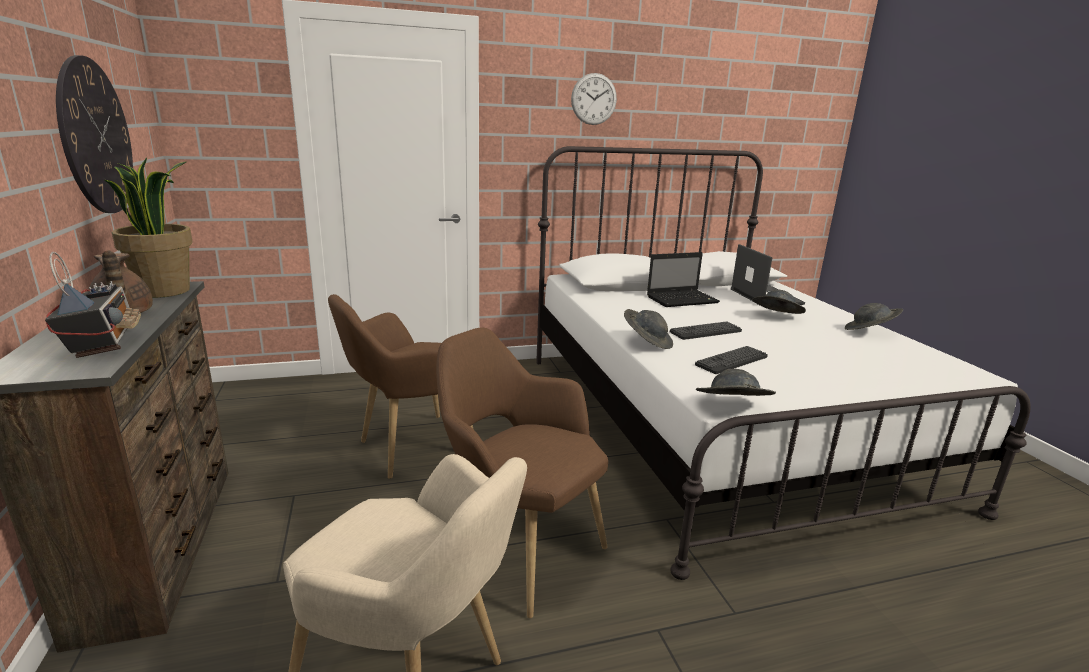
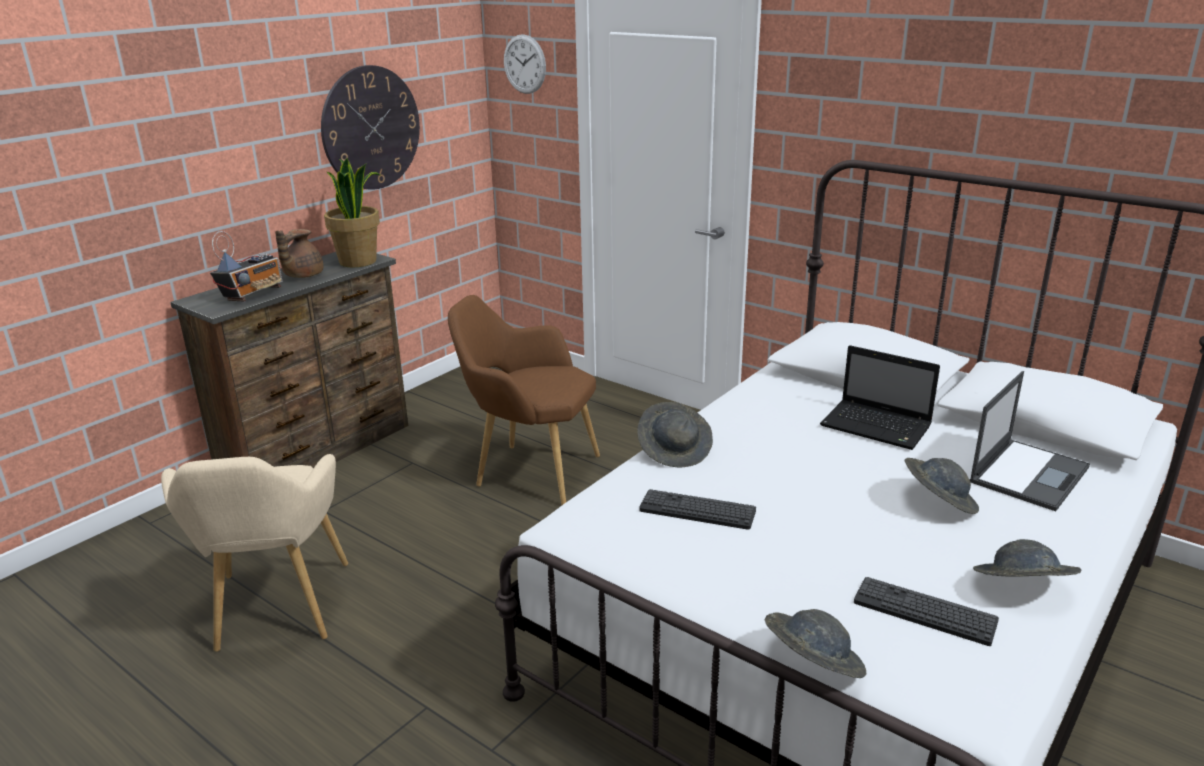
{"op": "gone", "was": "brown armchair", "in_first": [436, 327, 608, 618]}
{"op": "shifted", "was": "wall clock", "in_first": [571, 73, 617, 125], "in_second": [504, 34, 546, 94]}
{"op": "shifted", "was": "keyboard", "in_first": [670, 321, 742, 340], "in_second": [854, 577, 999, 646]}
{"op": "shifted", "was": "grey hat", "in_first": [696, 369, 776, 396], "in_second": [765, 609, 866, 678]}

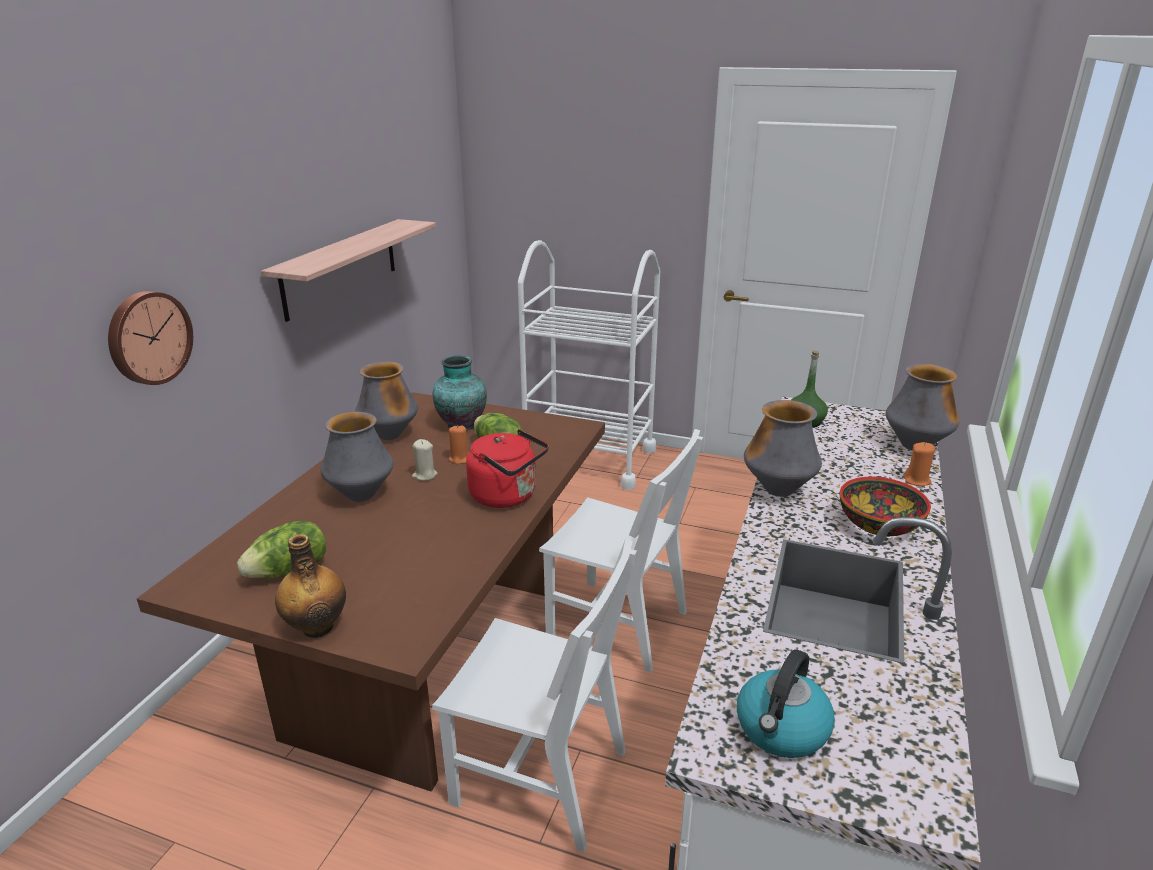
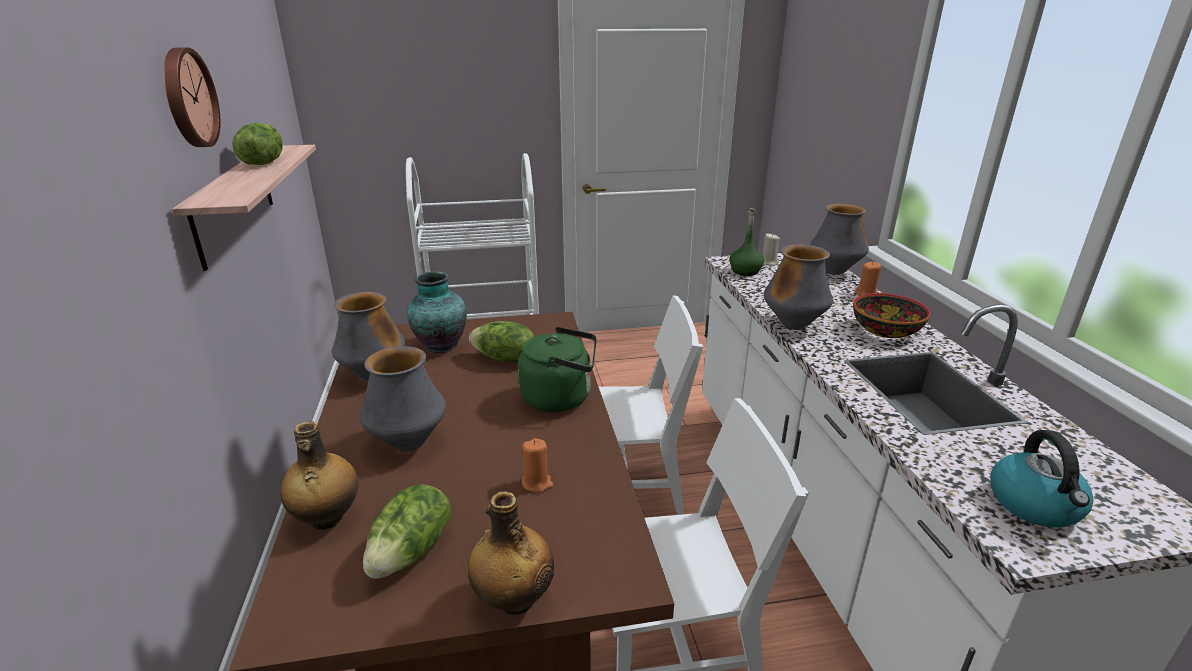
{"op": "new", "now": "lettuce", "in_second": [232, 123, 283, 165]}
{"op": "new", "now": "bottle", "in_second": [280, 421, 358, 530]}
{"op": "shifted", "was": "wall clock", "in_first": [108, 291, 193, 385], "in_second": [164, 47, 221, 147]}
{"op": "shifted", "was": "beige candle", "in_first": [412, 439, 438, 481], "in_second": [762, 233, 780, 266]}
{"op": "shifted", "was": "orange candle", "in_first": [449, 425, 469, 464], "in_second": [522, 438, 553, 493]}
{"op": "repainted", "was": "red kettle", "now": "green kettle", "in_first": [466, 429, 549, 508], "in_second": [518, 327, 597, 412]}

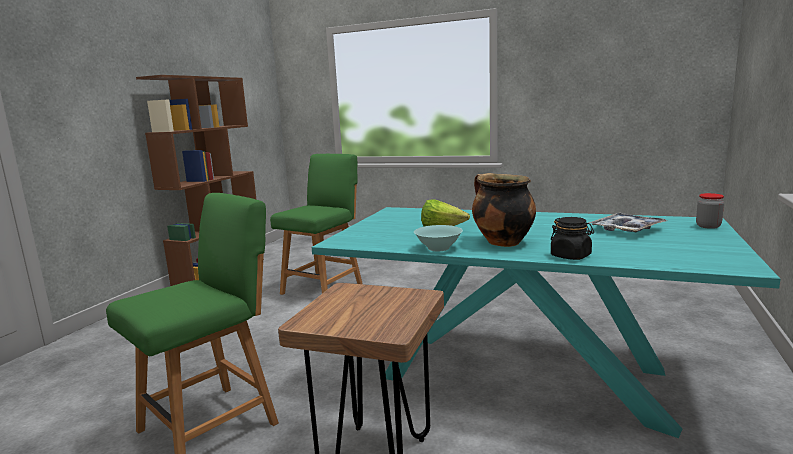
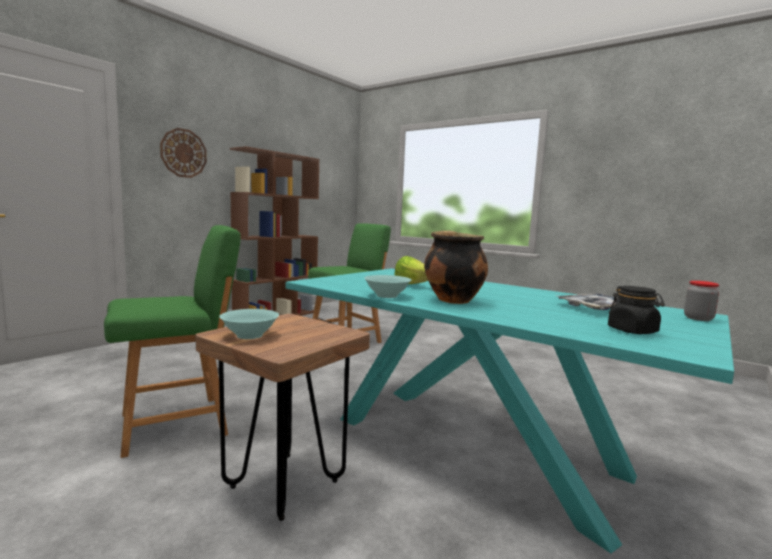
{"op": "new", "now": "wall clock", "in_second": [160, 128, 207, 178]}
{"op": "new", "now": "turquoise bowl", "in_second": [219, 309, 279, 339]}
{"op": "shifted", "was": "black jar", "in_first": [551, 217, 594, 260], "in_second": [608, 286, 665, 334]}

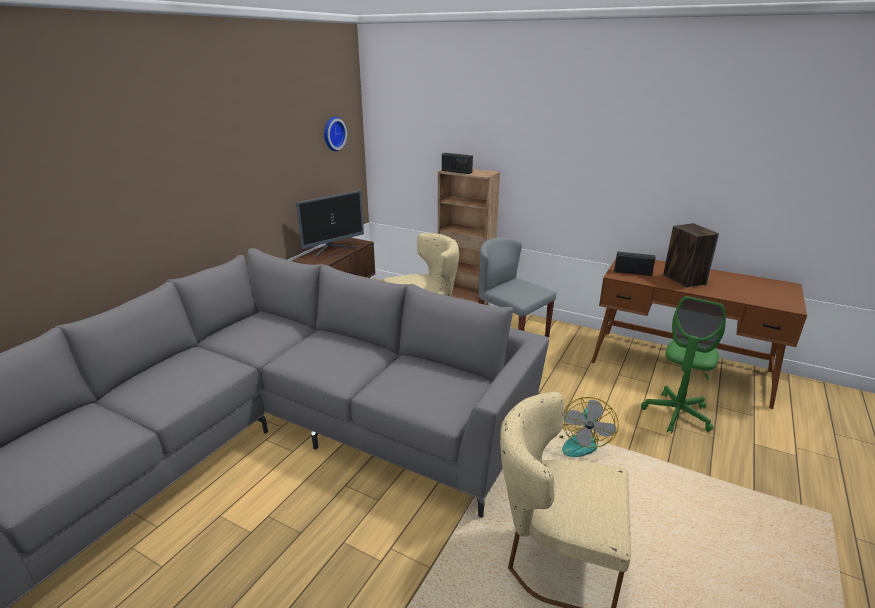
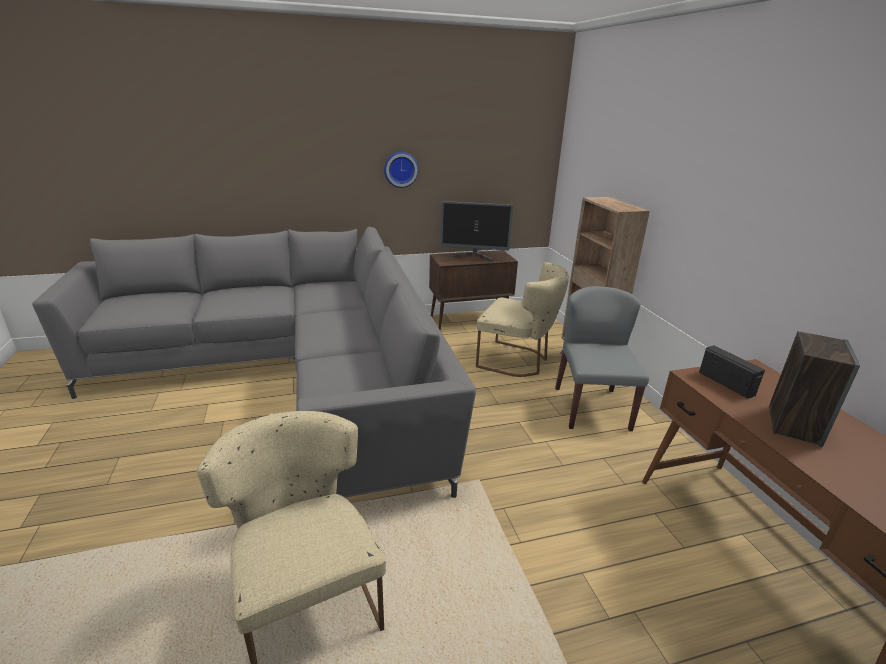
{"op": "gone", "was": "radio", "in_first": [442, 153, 473, 174]}
{"op": "gone", "was": "fan", "in_first": [559, 397, 619, 457]}
{"op": "gone", "was": "green office chair", "in_first": [641, 296, 726, 433]}
{"op": "shifted", "was": "wall clock", "in_first": [324, 117, 347, 151], "in_second": [384, 152, 418, 188]}

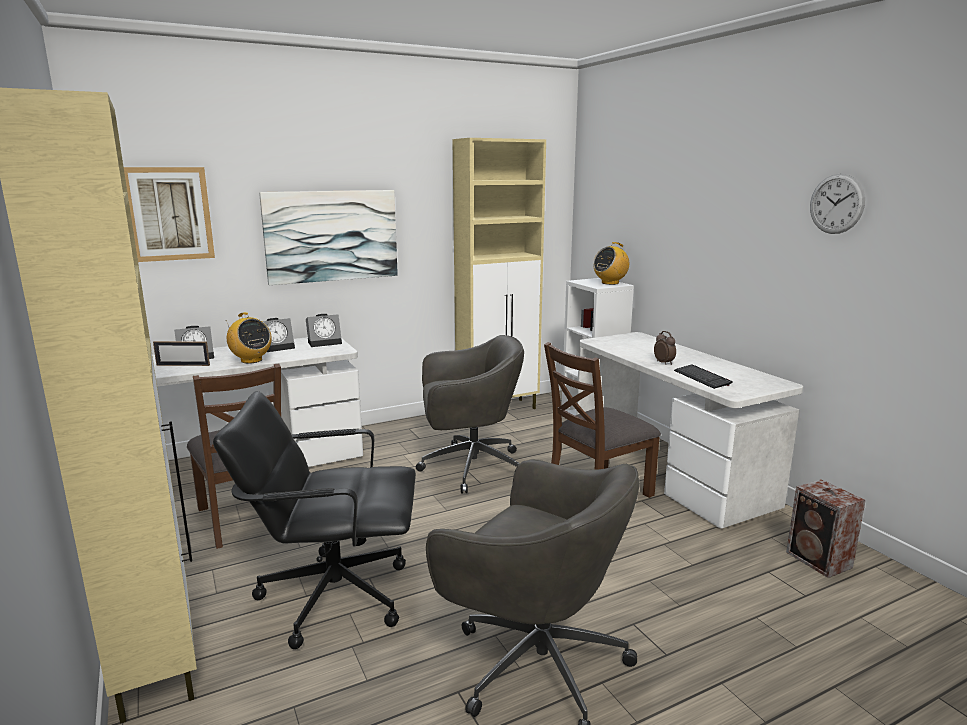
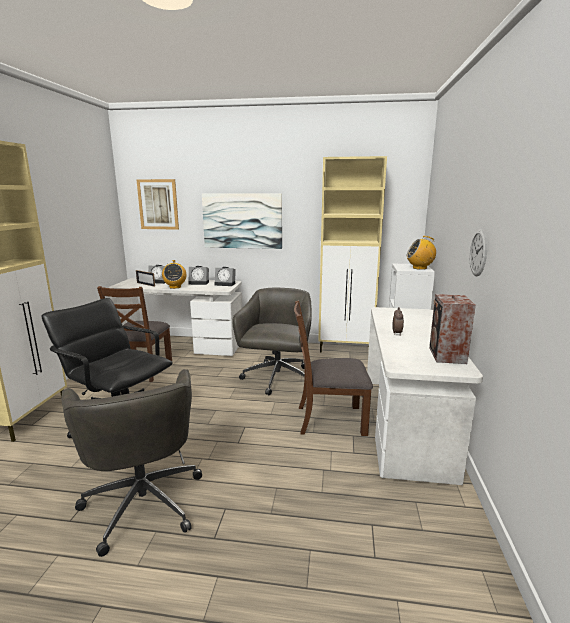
{"op": "gone", "was": "keyboard", "in_first": [674, 364, 733, 389]}
{"op": "shifted", "was": "speaker", "in_first": [786, 479, 866, 578], "in_second": [429, 294, 476, 364]}
{"op": "shifted", "was": "wall clock", "in_first": [810, 173, 865, 234], "in_second": [470, 229, 487, 277]}
{"op": "rotated", "was": "grey office chair", "in_first": [416, 335, 524, 494], "in_second": [232, 288, 312, 395], "clockwise": -105}

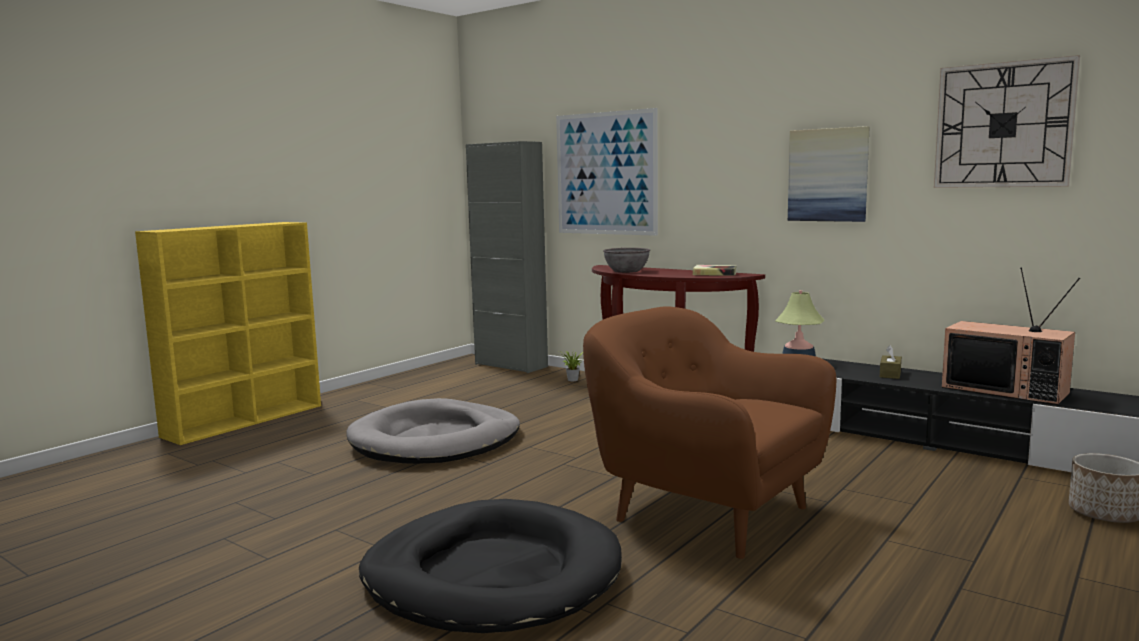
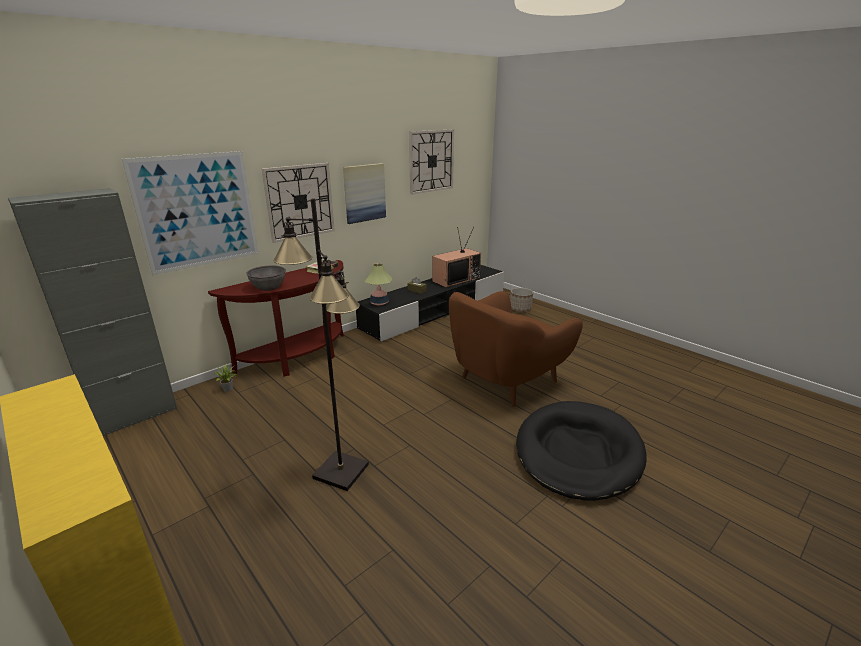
{"op": "new", "now": "wall clock", "in_second": [262, 163, 335, 243]}
{"op": "swapped", "was": "grey dog bed", "now": "black floor lamp", "in_first": [347, 398, 520, 464], "in_second": [273, 198, 369, 491]}

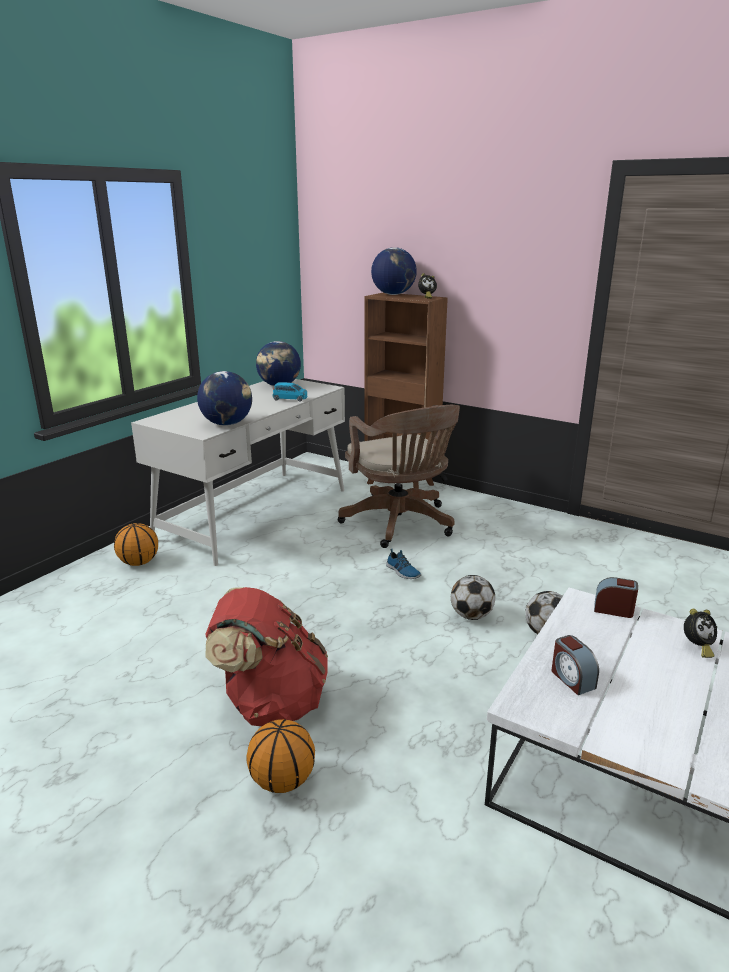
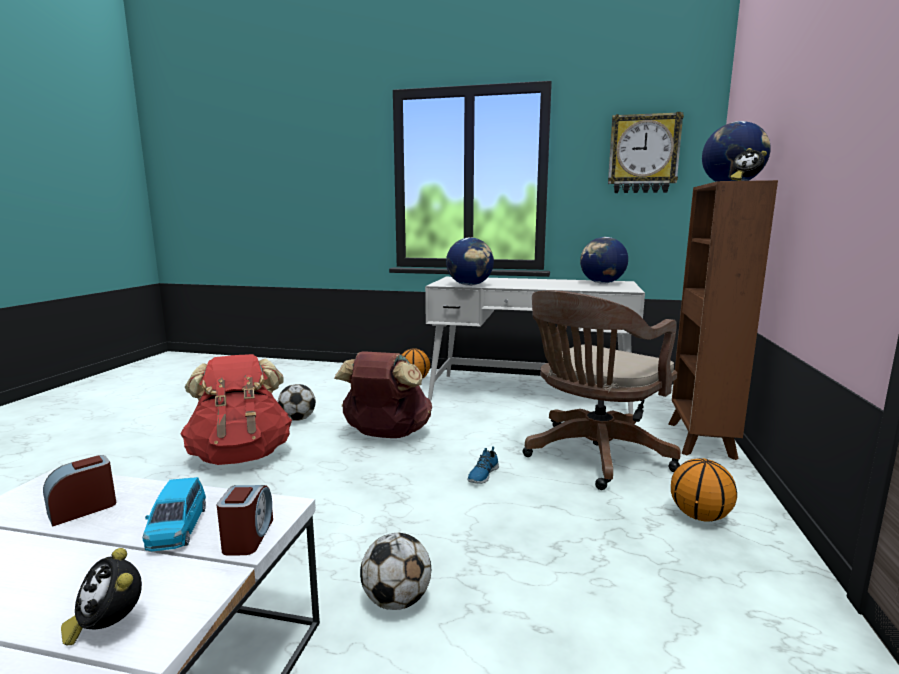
{"op": "new", "now": "brown backpack", "in_second": [334, 351, 432, 438]}
{"op": "new", "now": "wall clock", "in_second": [608, 112, 684, 193]}
{"op": "shifted", "was": "basketball", "in_first": [246, 719, 315, 793], "in_second": [671, 458, 737, 522]}
{"op": "shifted", "was": "blue toy car", "in_first": [272, 382, 308, 402], "in_second": [142, 477, 206, 551]}
{"op": "shifted", "was": "football", "in_first": [451, 575, 495, 620], "in_second": [277, 384, 316, 421]}

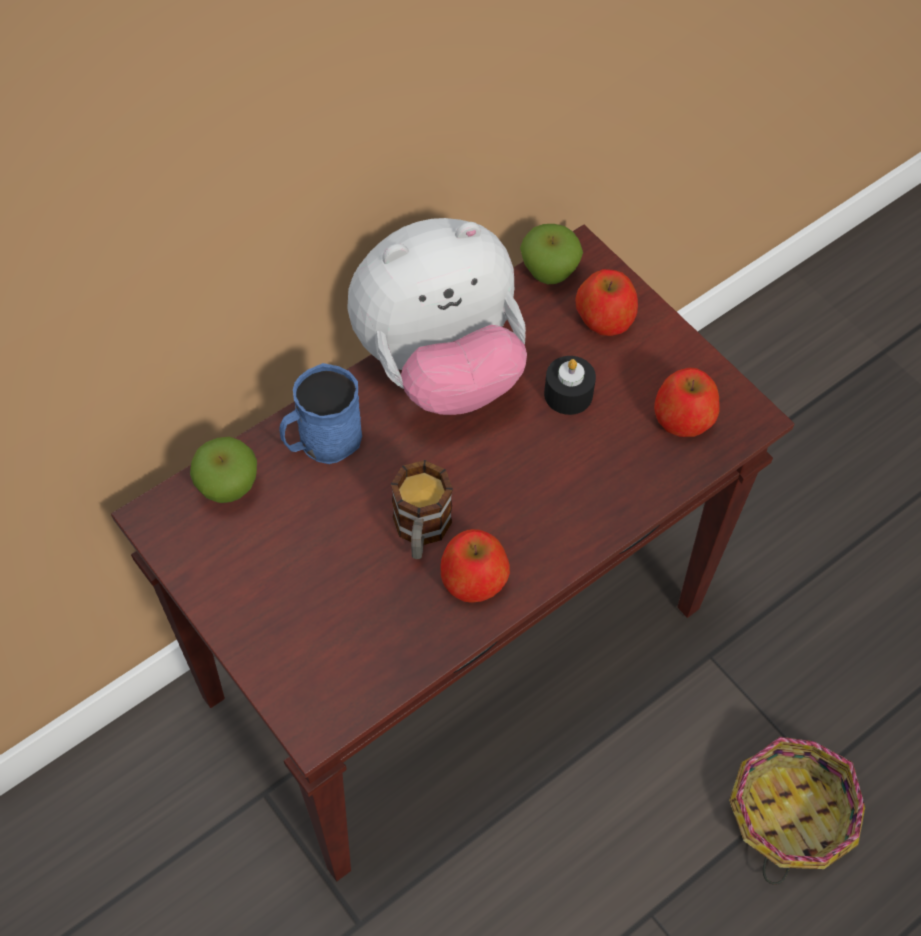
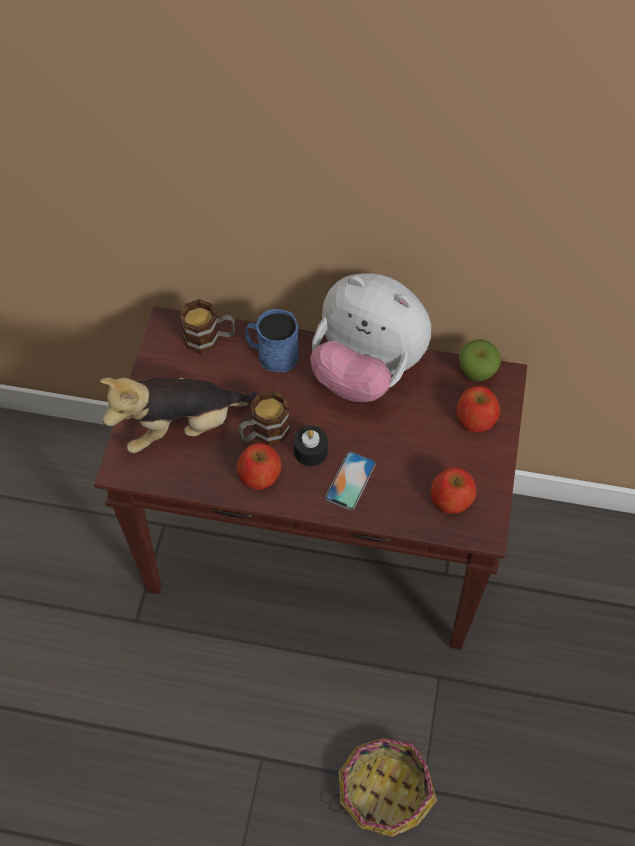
{"op": "new", "now": "plush toy", "in_second": [100, 377, 257, 453]}
{"op": "new", "now": "phone", "in_second": [325, 451, 376, 510]}
{"op": "shifted", "was": "black candle", "in_first": [544, 356, 596, 415], "in_second": [294, 426, 328, 466]}
{"op": "swapped", "was": "apple", "now": "mug", "in_first": [190, 437, 257, 503], "in_second": [179, 299, 235, 354]}

